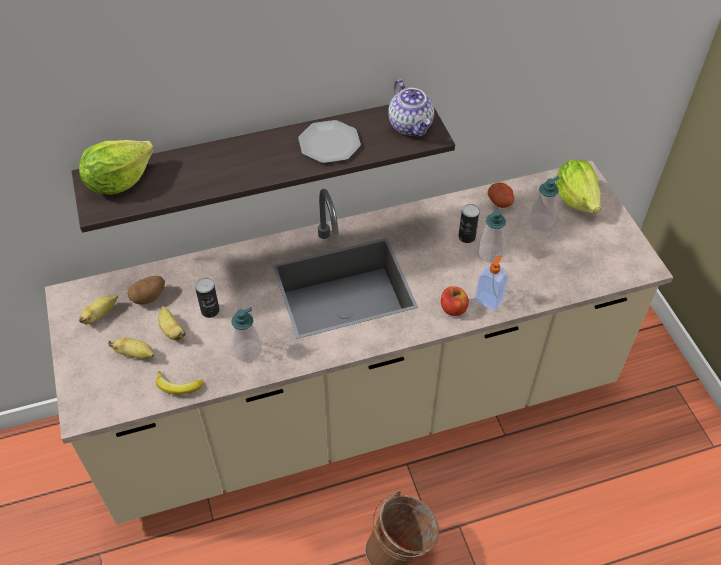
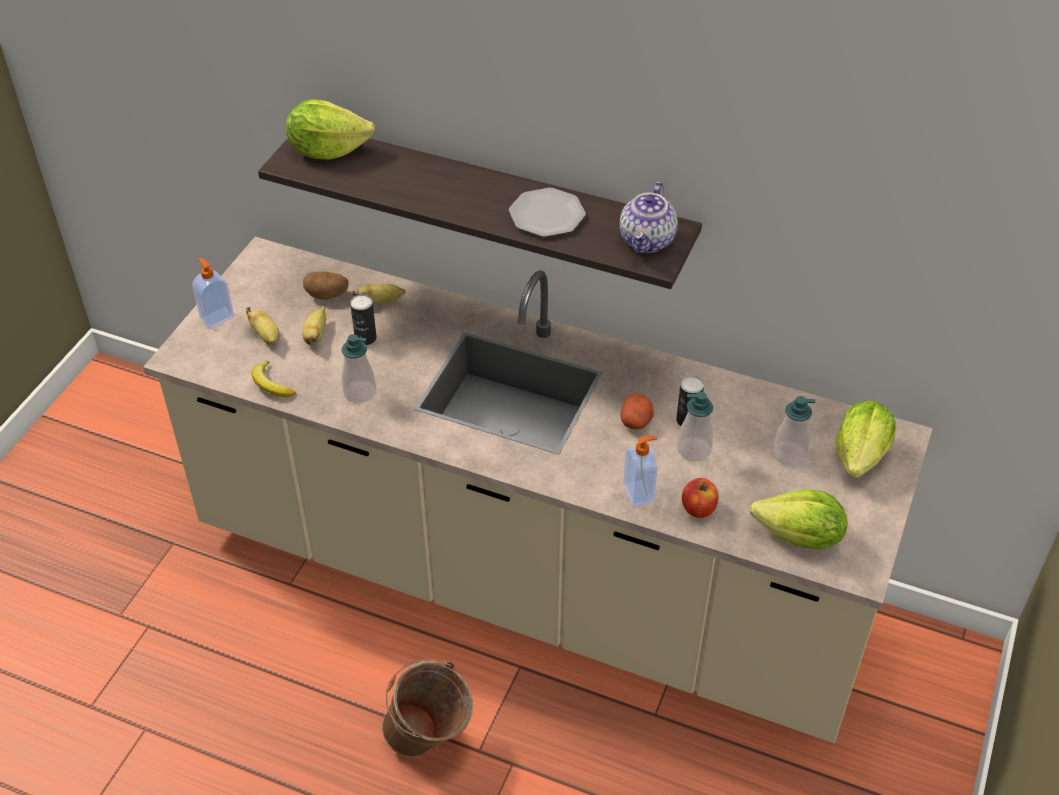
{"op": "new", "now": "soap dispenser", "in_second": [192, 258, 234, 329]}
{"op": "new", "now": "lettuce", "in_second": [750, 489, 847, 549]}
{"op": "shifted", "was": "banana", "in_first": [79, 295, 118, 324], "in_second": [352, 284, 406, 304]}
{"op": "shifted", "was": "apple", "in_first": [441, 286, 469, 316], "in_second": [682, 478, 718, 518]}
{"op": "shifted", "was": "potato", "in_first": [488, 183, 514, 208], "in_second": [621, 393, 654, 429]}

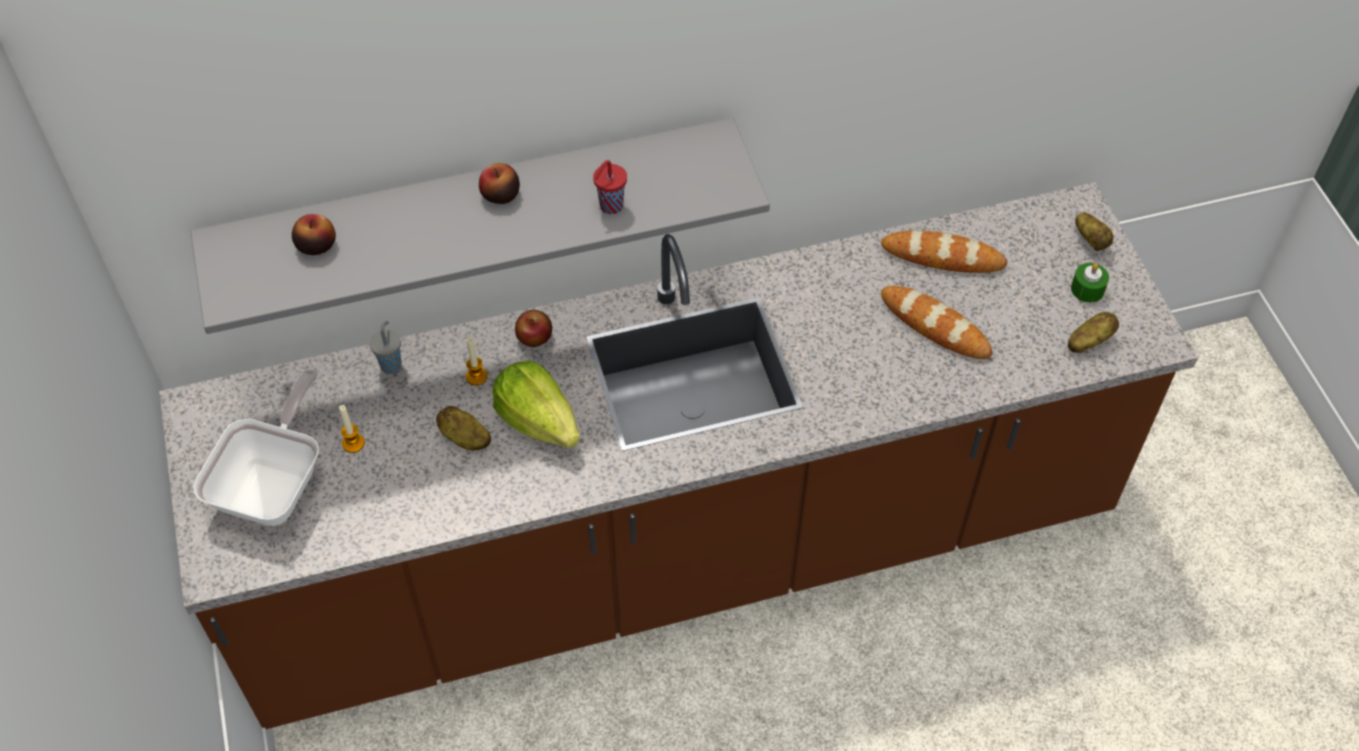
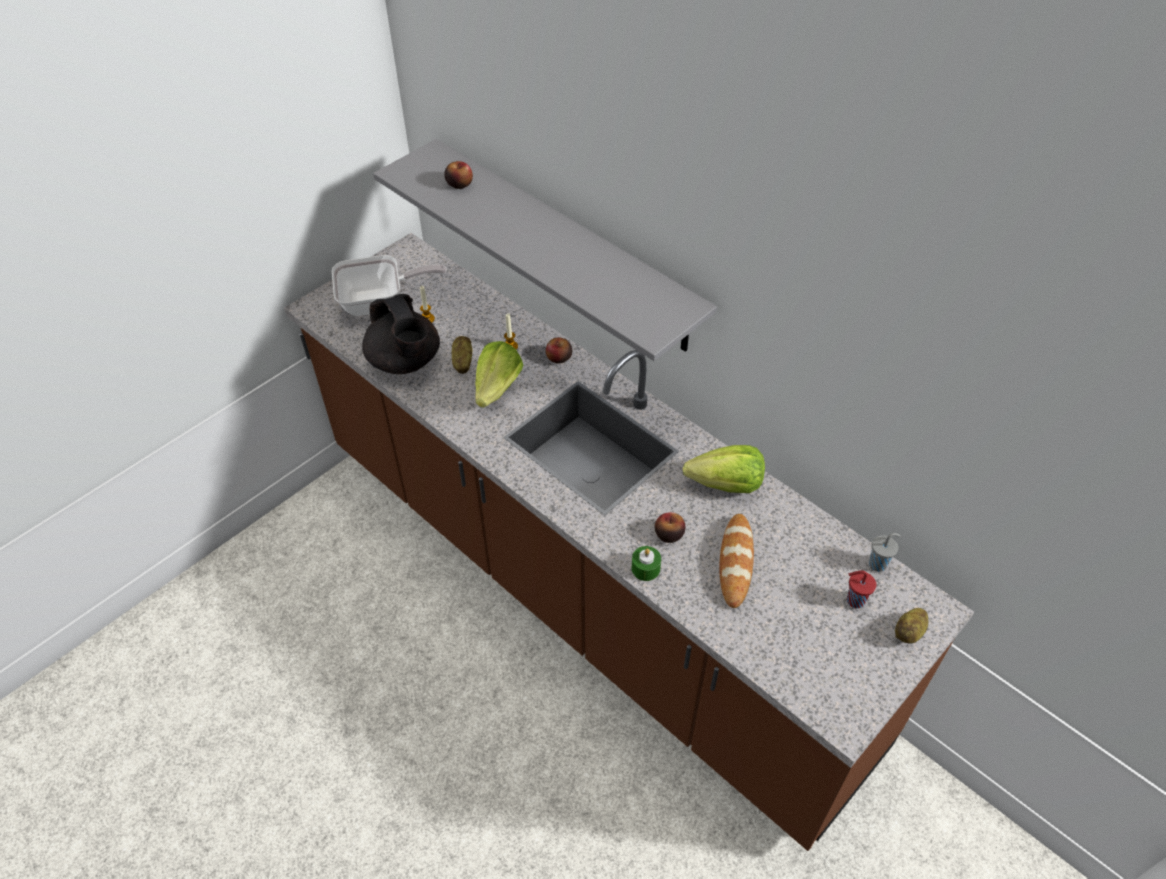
{"op": "gone", "was": "bread", "in_first": [881, 230, 1007, 273]}
{"op": "gone", "was": "potato", "in_first": [1068, 312, 1119, 353]}
{"op": "new", "now": "black teapot", "in_second": [362, 294, 440, 374]}
{"op": "new", "now": "lettuce", "in_second": [683, 445, 765, 493]}
{"op": "shifted", "was": "grey cup", "in_first": [370, 321, 402, 374], "in_second": [869, 533, 901, 572]}
{"op": "shifted", "was": "apple", "in_first": [479, 163, 520, 204], "in_second": [655, 512, 685, 543]}
{"op": "shifted", "was": "red cup", "in_first": [593, 160, 627, 214], "in_second": [847, 570, 876, 608]}
{"op": "shifted", "was": "green candle", "in_first": [1071, 263, 1109, 303], "in_second": [631, 546, 661, 581]}

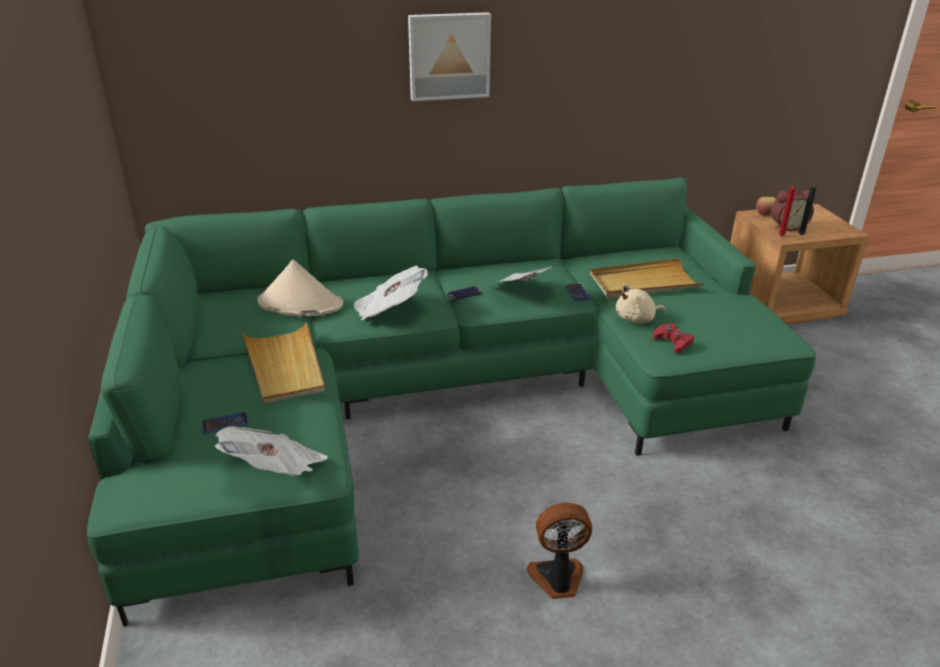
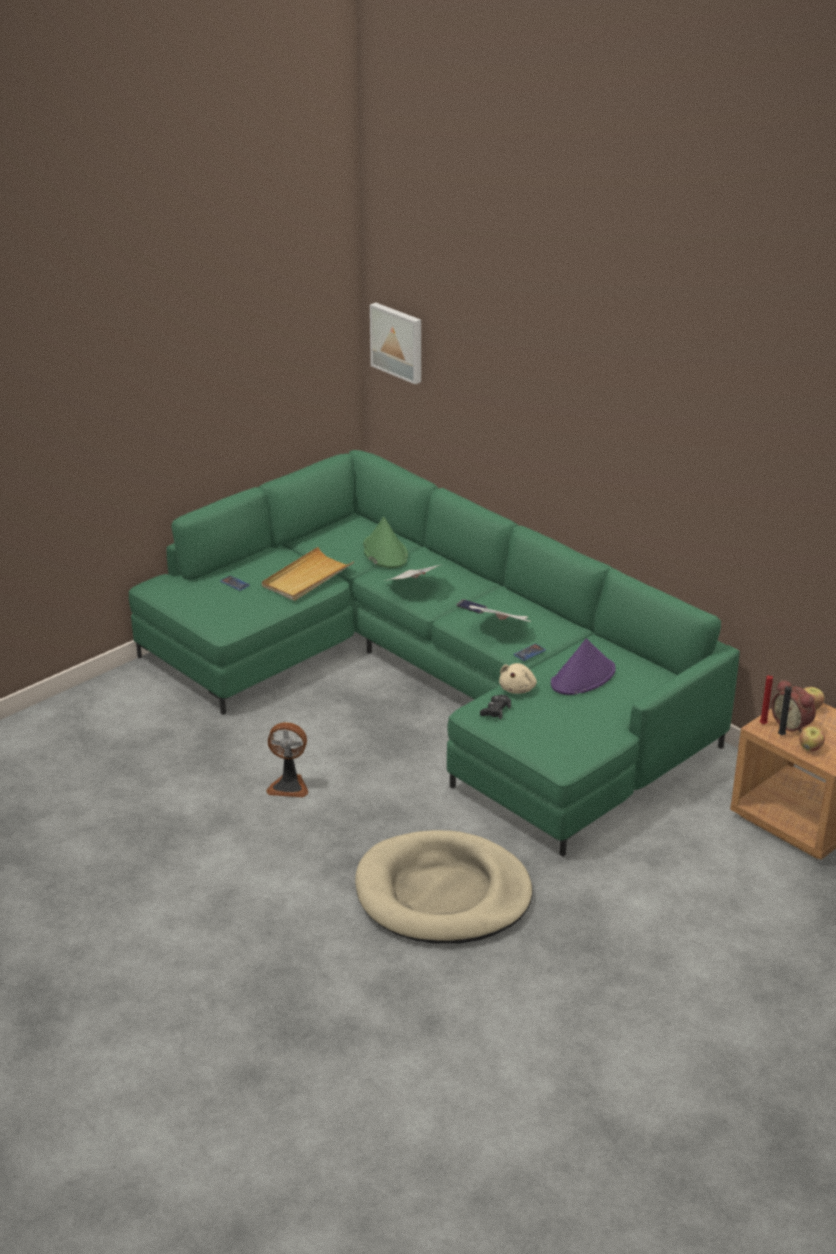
{"op": "gone", "was": "newspaper", "in_first": [214, 426, 328, 476]}
{"op": "new", "now": "beige dog bed", "in_second": [355, 830, 532, 944]}
{"op": "new", "now": "apple", "in_second": [799, 727, 825, 751]}
{"op": "shifted", "was": "picture", "in_first": [408, 12, 491, 101], "in_second": [370, 303, 421, 384]}
{"op": "swapped", "was": "beige tray", "now": "purple hat", "in_first": [590, 258, 704, 299], "in_second": [551, 638, 616, 695]}
{"op": "repainted", "was": "beige hat", "now": "green hat", "in_first": [257, 260, 343, 317], "in_second": [363, 517, 408, 569]}
{"op": "repainted", "was": "red game controller", "now": "black game controller", "in_first": [653, 323, 694, 353], "in_second": [480, 695, 511, 720]}
{"op": "rotated", "was": "fan", "in_first": [527, 502, 592, 599], "in_second": [266, 722, 308, 797], "clockwise": 135}
{"op": "rotated", "was": "beige plush toy", "in_first": [616, 284, 665, 324], "in_second": [499, 663, 537, 694], "clockwise": -105}

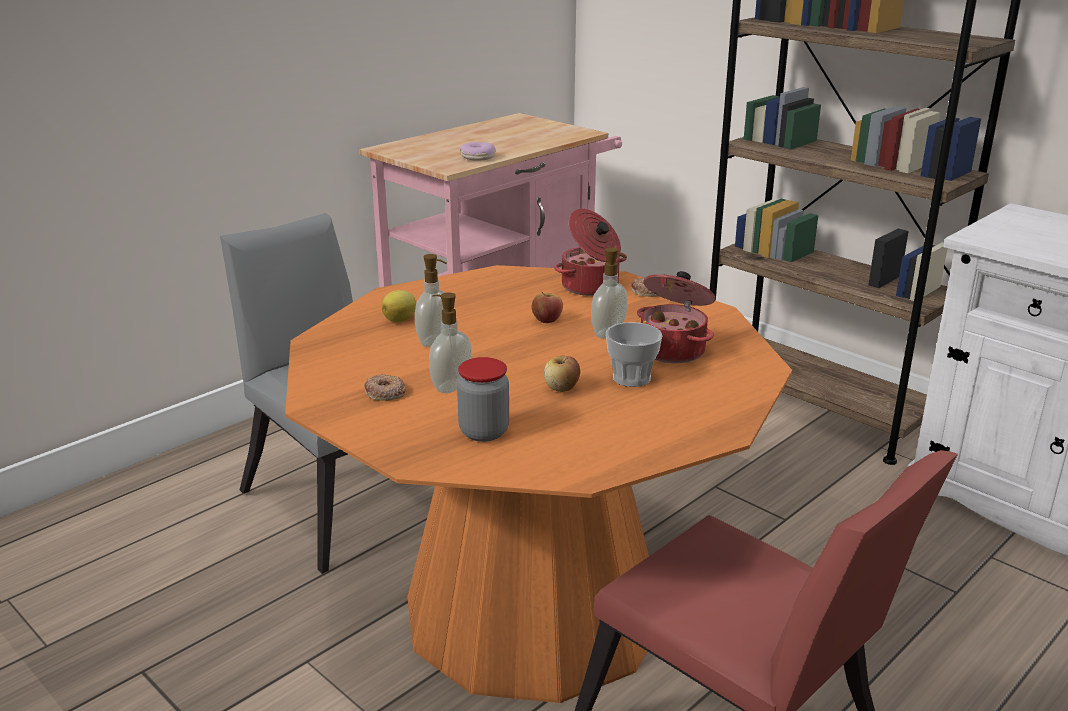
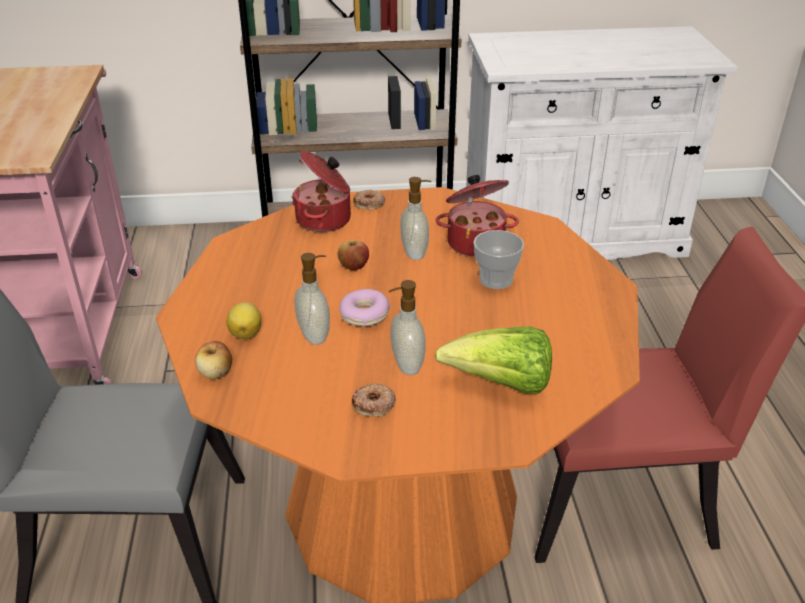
{"op": "shifted", "was": "donut", "in_first": [460, 142, 496, 161], "in_second": [339, 289, 390, 327]}
{"op": "shifted", "was": "apple", "in_first": [544, 356, 580, 392], "in_second": [195, 341, 232, 379]}
{"op": "swapped", "was": "jar", "now": "lettuce", "in_first": [457, 357, 509, 442], "in_second": [435, 327, 552, 394]}

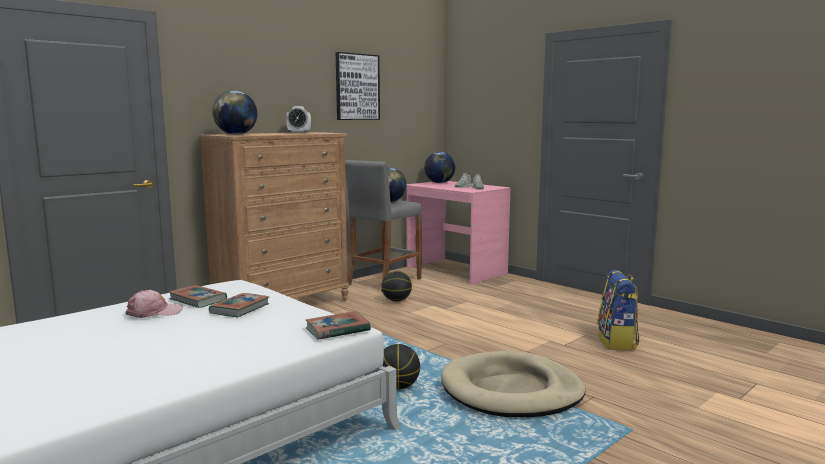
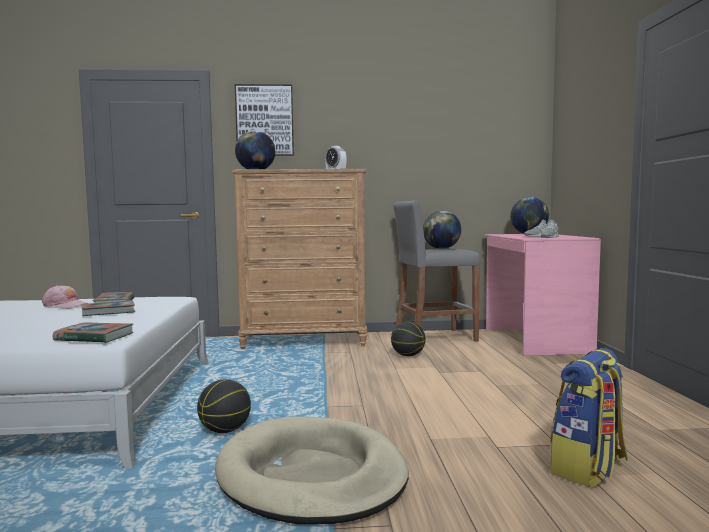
{"op": "shifted", "was": "picture", "in_first": [336, 52, 380, 120], "in_second": [235, 84, 294, 156]}

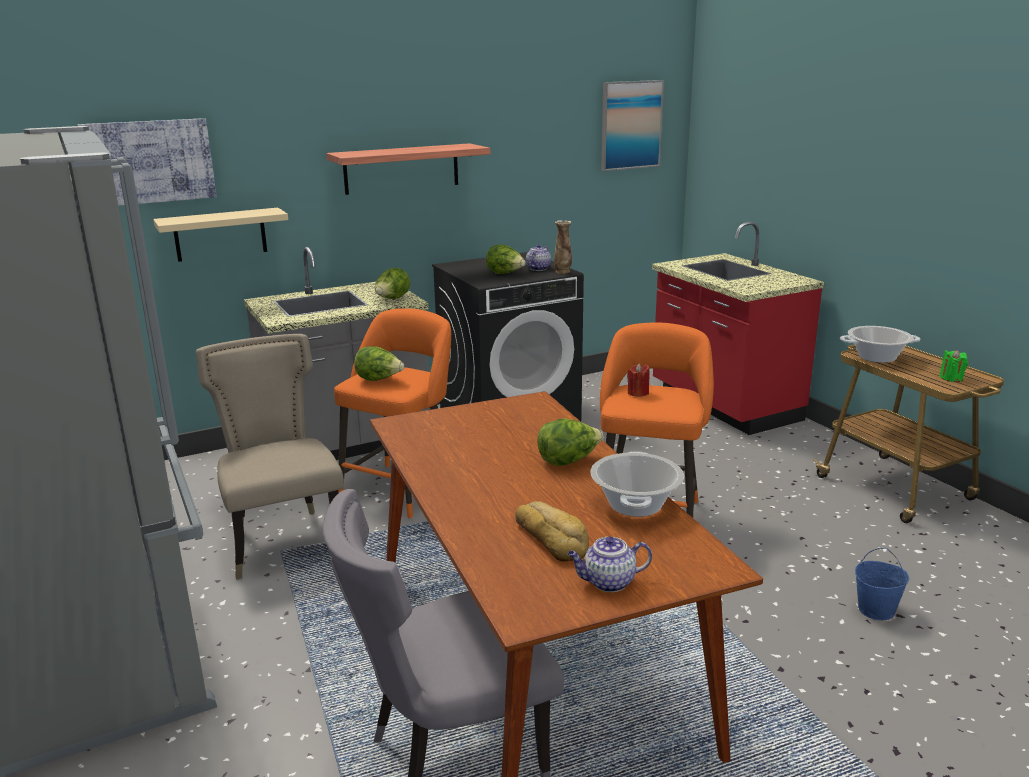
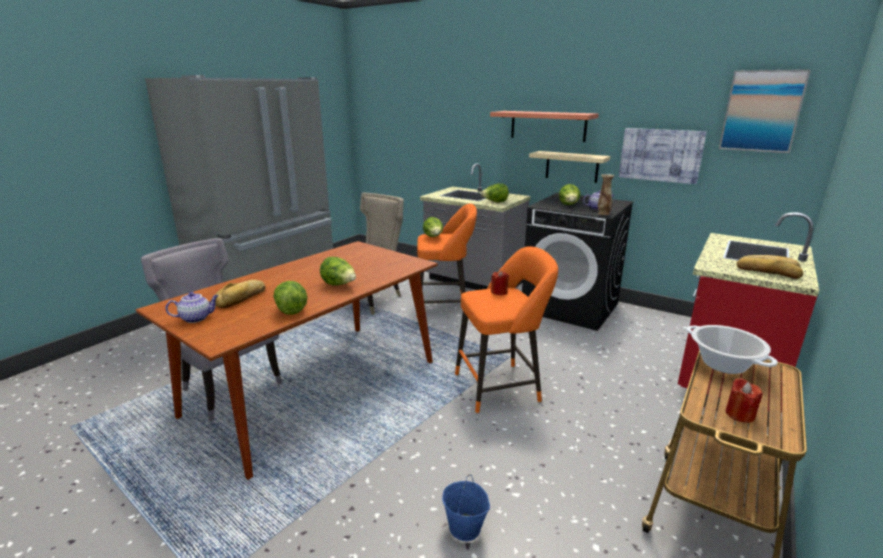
{"op": "new", "now": "bread", "in_second": [737, 255, 803, 279]}
{"op": "shifted", "was": "picture", "in_first": [78, 118, 217, 206], "in_second": [619, 128, 707, 184]}
{"op": "shifted", "was": "beige shelf", "in_first": [153, 208, 288, 262], "in_second": [529, 151, 610, 183]}
{"op": "swapped", "was": "cooking pot", "now": "lettuce", "in_first": [590, 451, 684, 517], "in_second": [273, 281, 307, 315]}
{"op": "repainted", "was": "green candle", "now": "red candle", "in_first": [939, 349, 968, 382], "in_second": [726, 378, 762, 423]}
{"op": "rotated", "was": "teapot", "in_first": [567, 536, 652, 592], "in_second": [166, 292, 219, 323], "clockwise": 105}

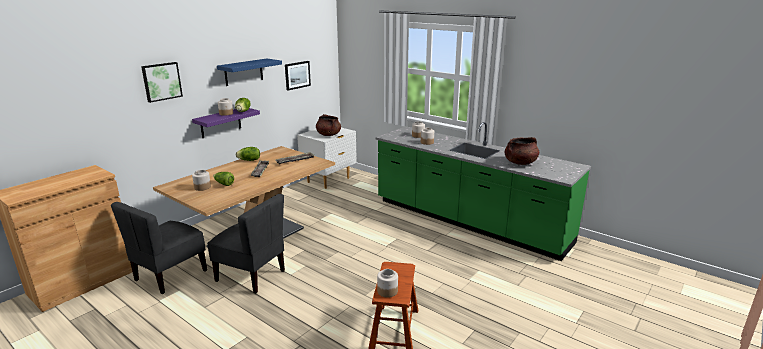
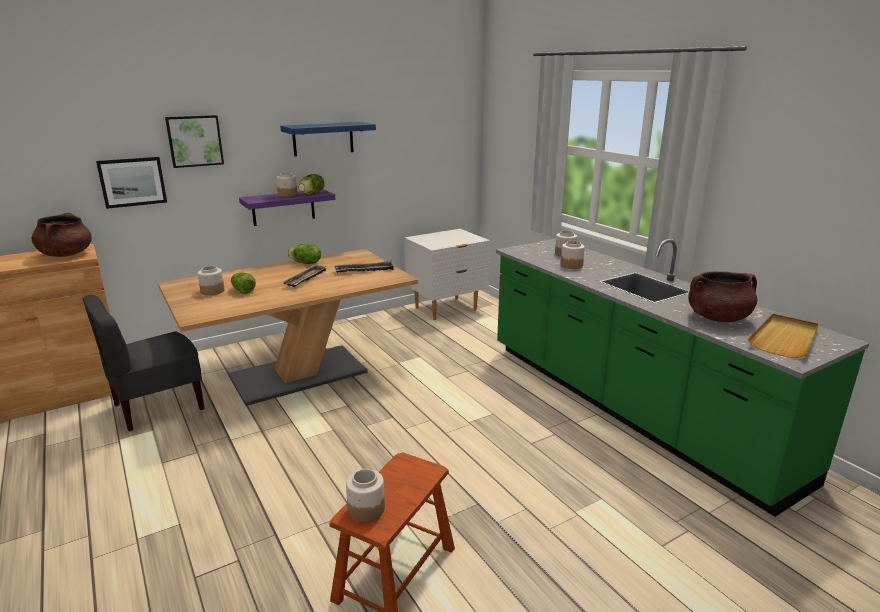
{"op": "gone", "was": "grey chair", "in_first": [207, 194, 285, 294]}
{"op": "new", "now": "beige tray", "in_second": [748, 314, 819, 358]}
{"op": "shifted", "was": "picture", "in_first": [285, 61, 311, 90], "in_second": [96, 157, 167, 209]}
{"op": "shifted", "was": "brown cooking pot", "in_first": [316, 114, 341, 136], "in_second": [31, 213, 92, 257]}

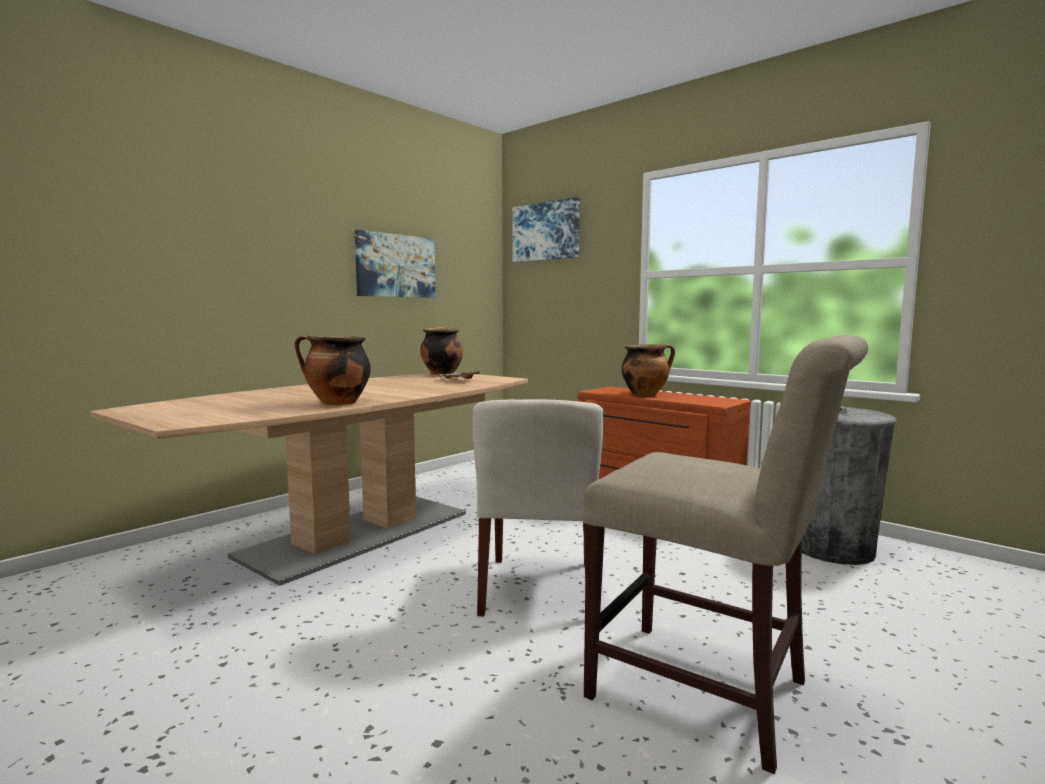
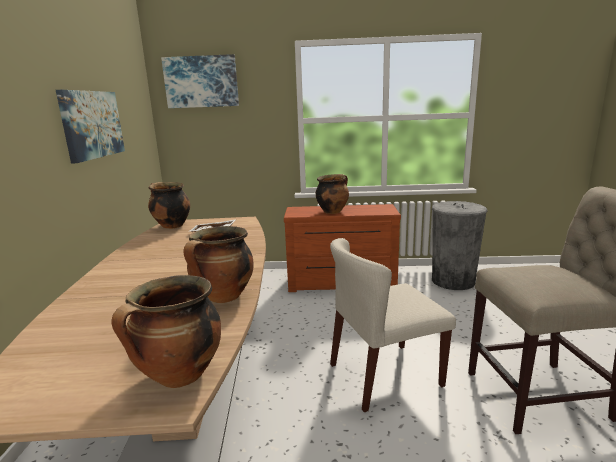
{"op": "new", "now": "cooking pot", "in_second": [111, 275, 221, 388]}
{"op": "rotated", "was": "beige chair", "in_first": [473, 400, 603, 616], "in_second": [330, 238, 456, 412], "clockwise": 105}

